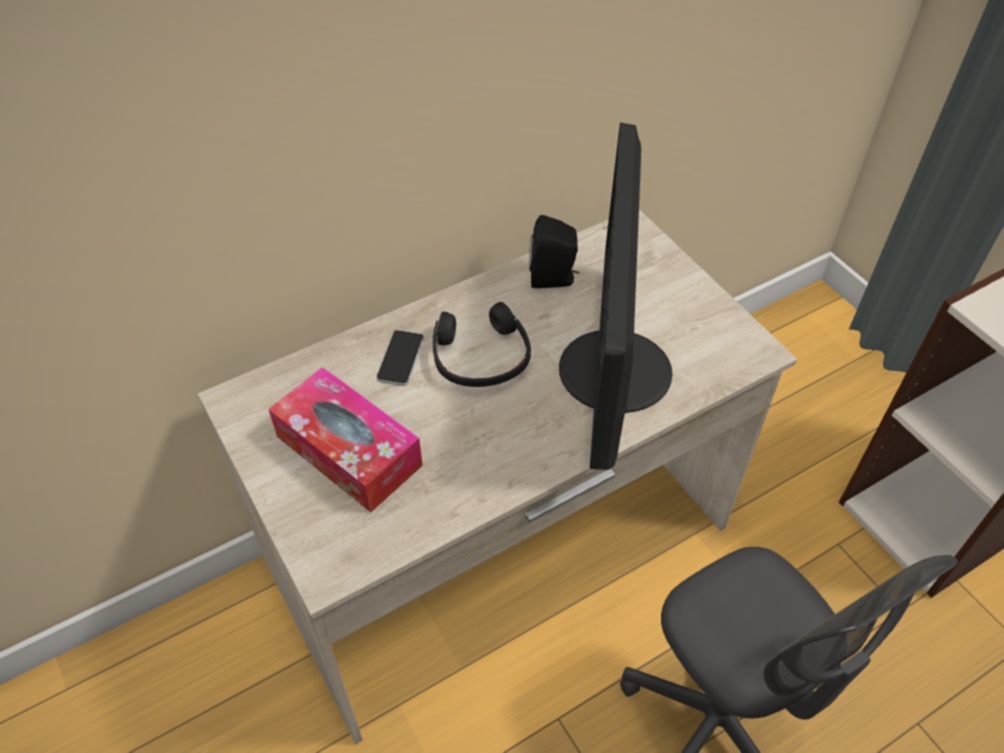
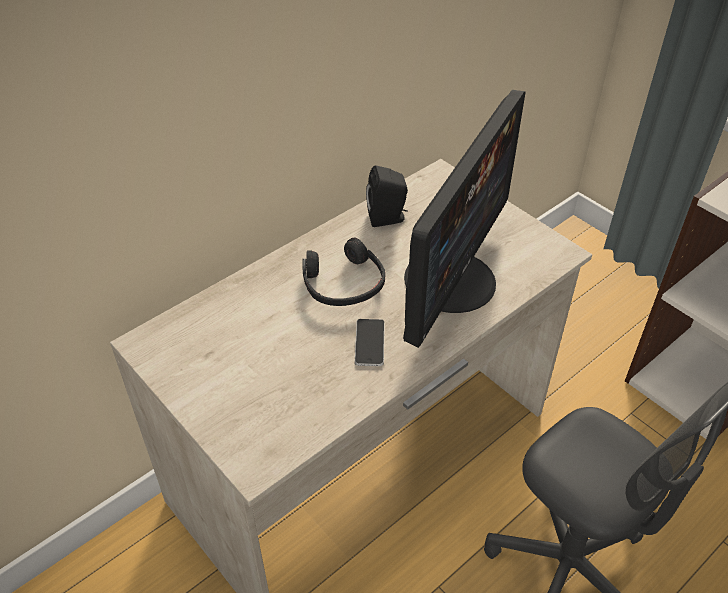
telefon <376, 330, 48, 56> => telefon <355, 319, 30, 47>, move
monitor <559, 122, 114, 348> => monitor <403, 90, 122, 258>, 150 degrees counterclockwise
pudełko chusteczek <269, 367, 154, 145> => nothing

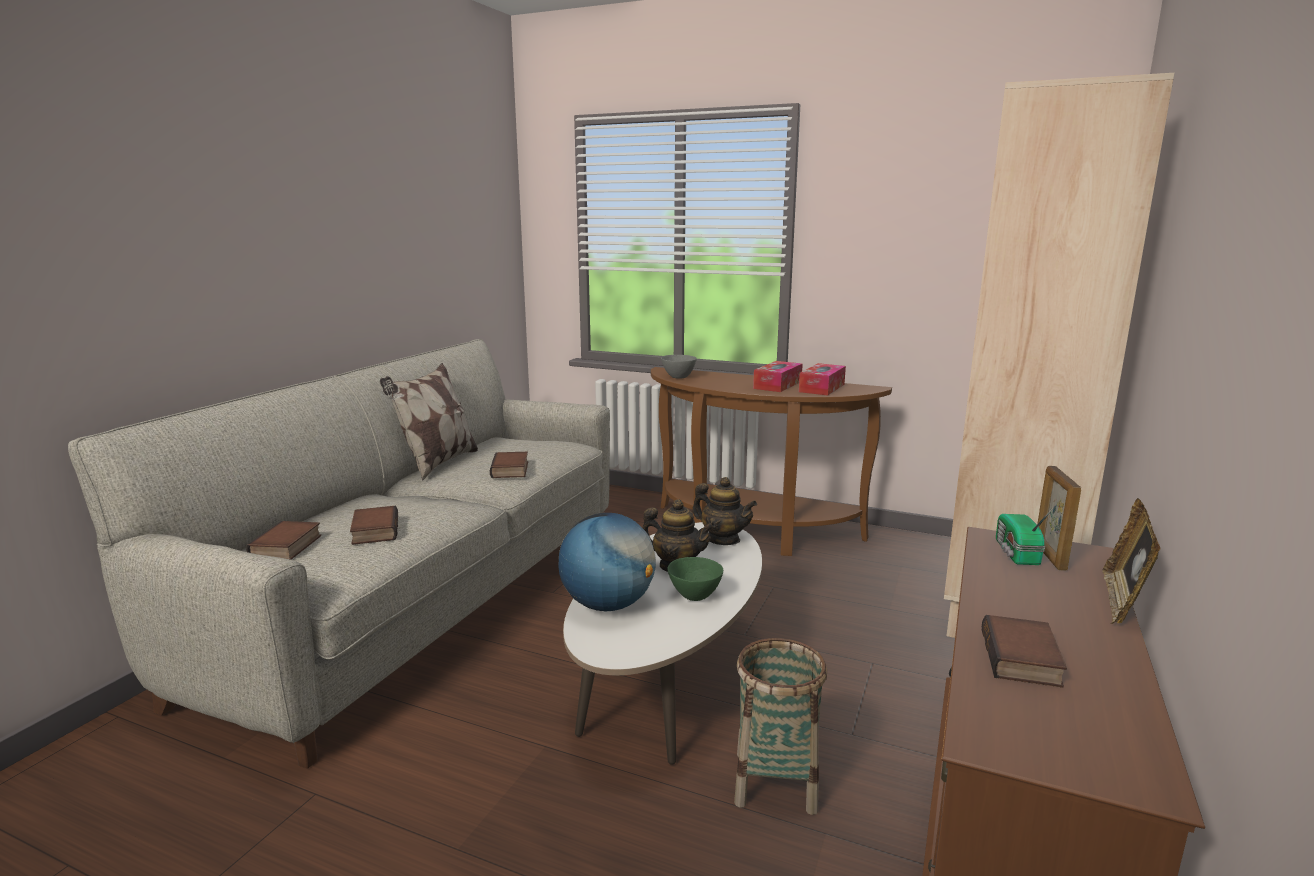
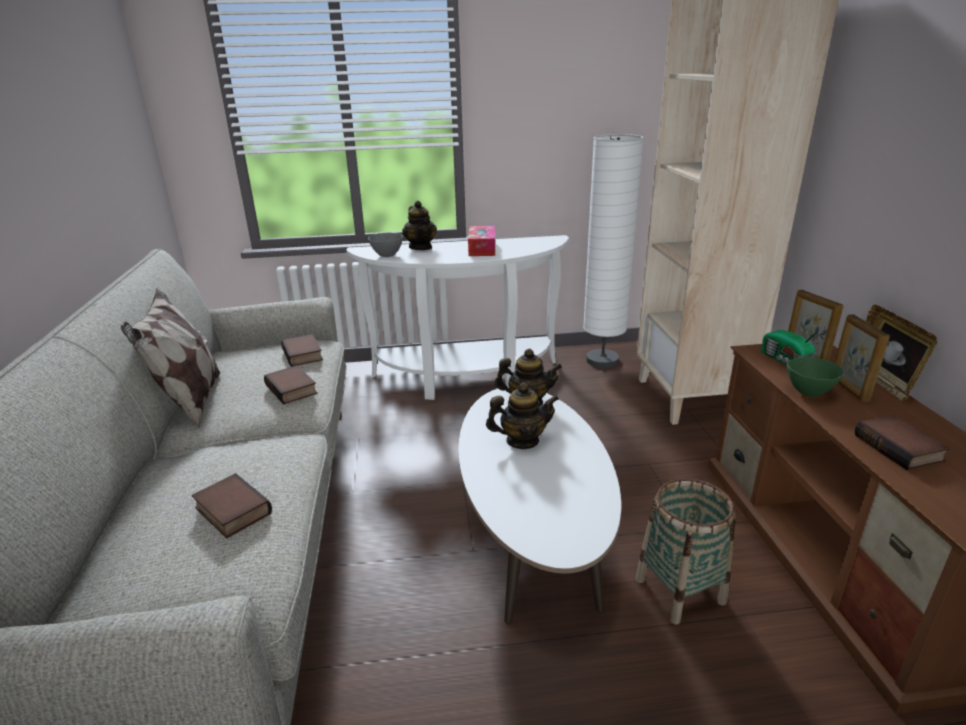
książka <246, 521, 75, 39> => książka <281, 334, 42, 33>, move
stolik konsolowy/brązowy <651, 367, 241, 189> => stolik konsolowy/biały <346, 235, 223, 165>
nothing => imbryk <402, 201, 35, 49>
nothing => lampa stojąca/biały <583, 134, 61, 234>
miska/zielony <668, 557, 55, 44> => miska/zielony <787, 357, 57, 40>, move
nothing => ramka na zdjęcie <834, 315, 56, 87>
globus <559, 513, 97, 98> => nothing
pudełko chusteczek <799, 363, 47, 33> => nothing

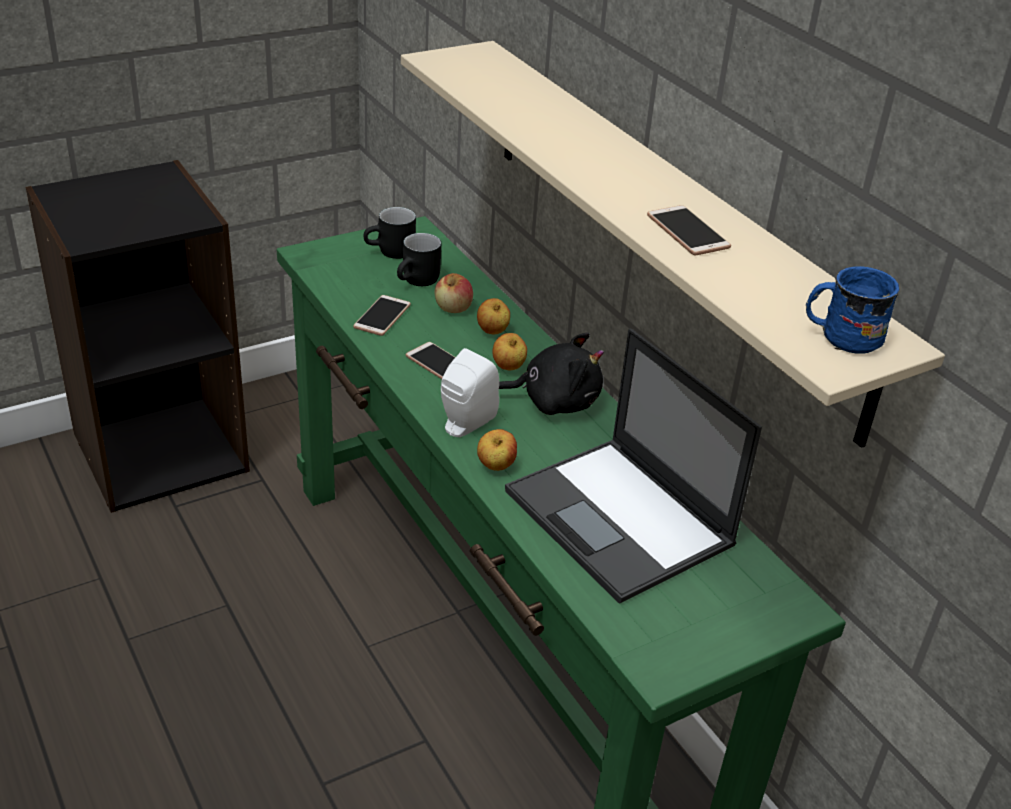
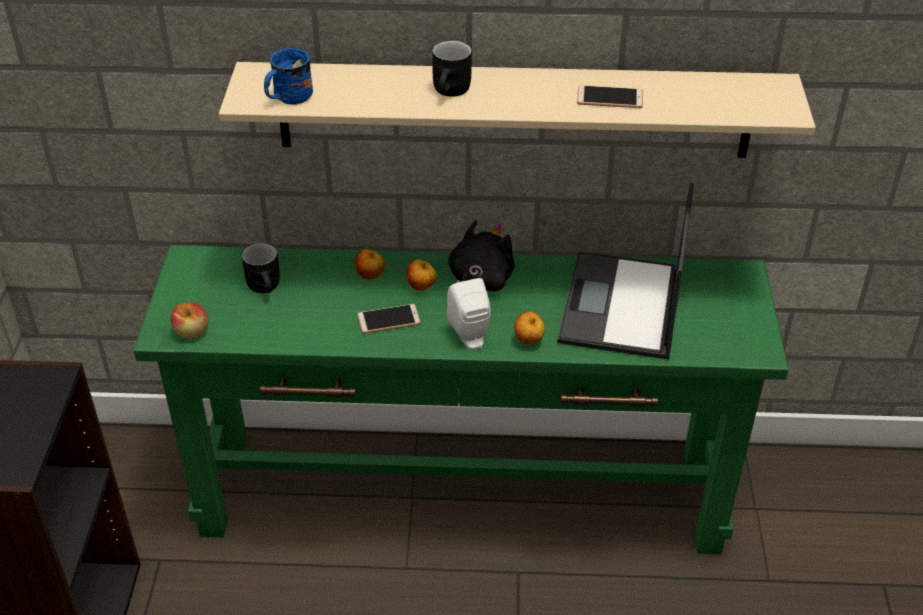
jabłko <435, 273, 38, 40> => jabłko <171, 302, 37, 37>, move
kubek/niebieski <806, 266, 94, 88> => kubek/niebieski <264, 48, 49, 58>, move
kubek/czarny <364, 207, 52, 52> => kubek/czarny <432, 41, 40, 56>, move
laptop <505, 329, 257, 275> => laptop <557, 182, 137, 178>, 105 degrees clockwise
telefon <353, 295, 58, 41> => nothing

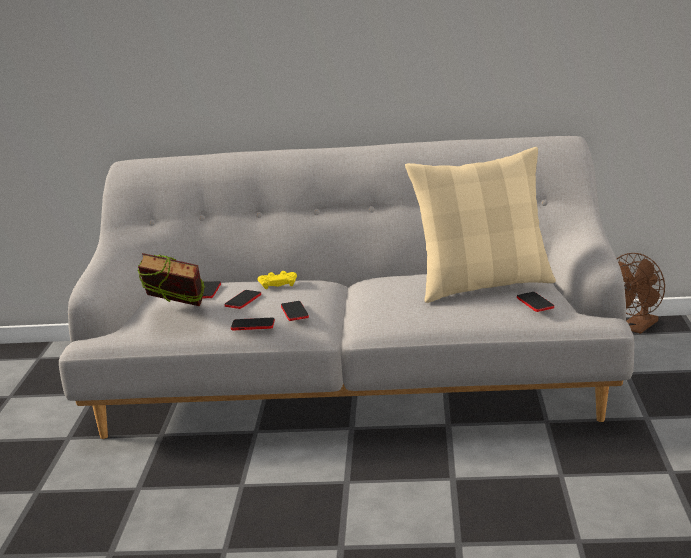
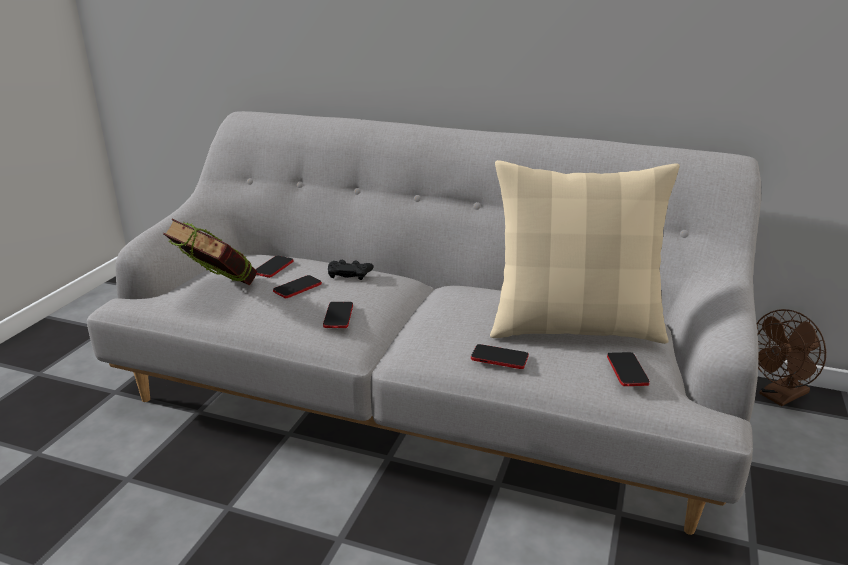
pad do gier/żółty <257, 271, 40, 18> => pad do gier/czarny <328, 260, 46, 20>
telefon <231, 318, 44, 12> => telefon <471, 344, 58, 25>, move

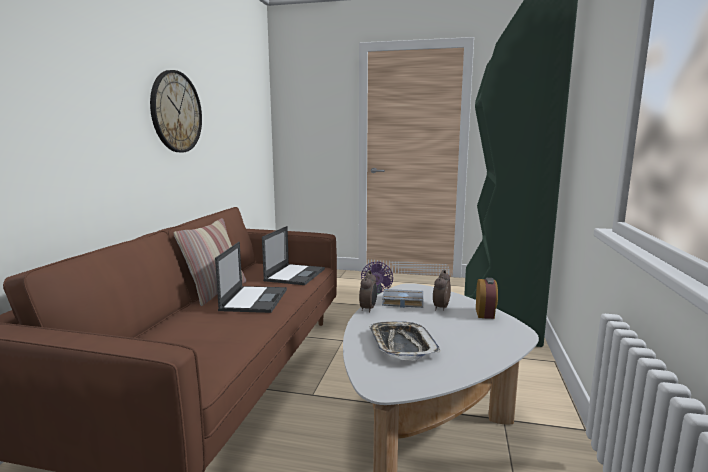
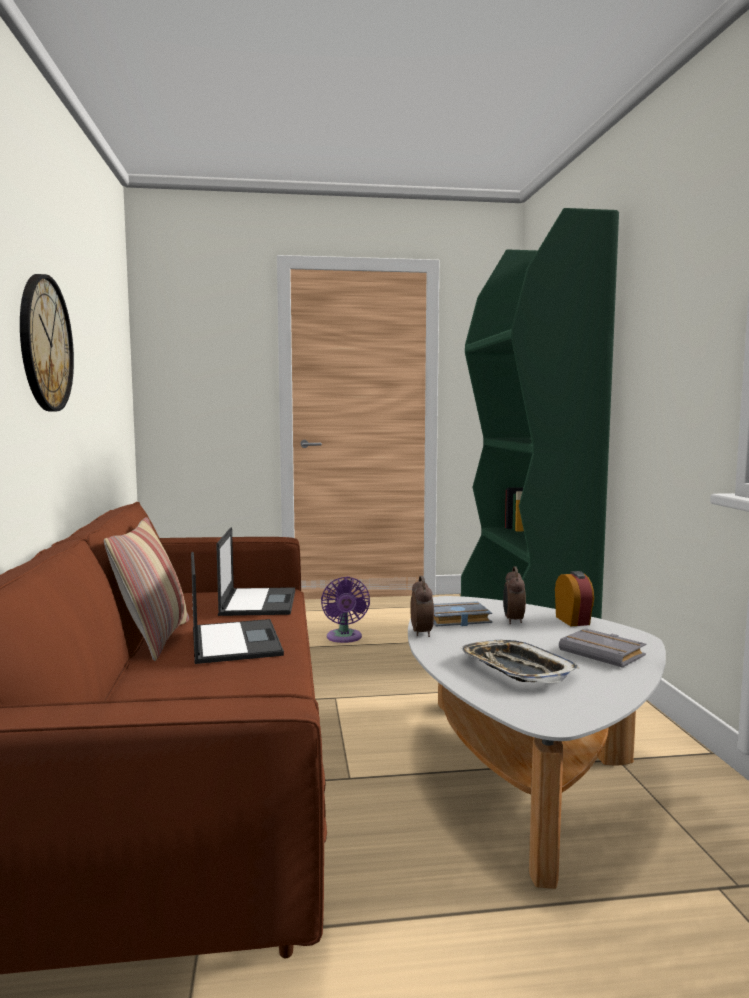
nothing => książka/szary <559, 628, 87, 40>

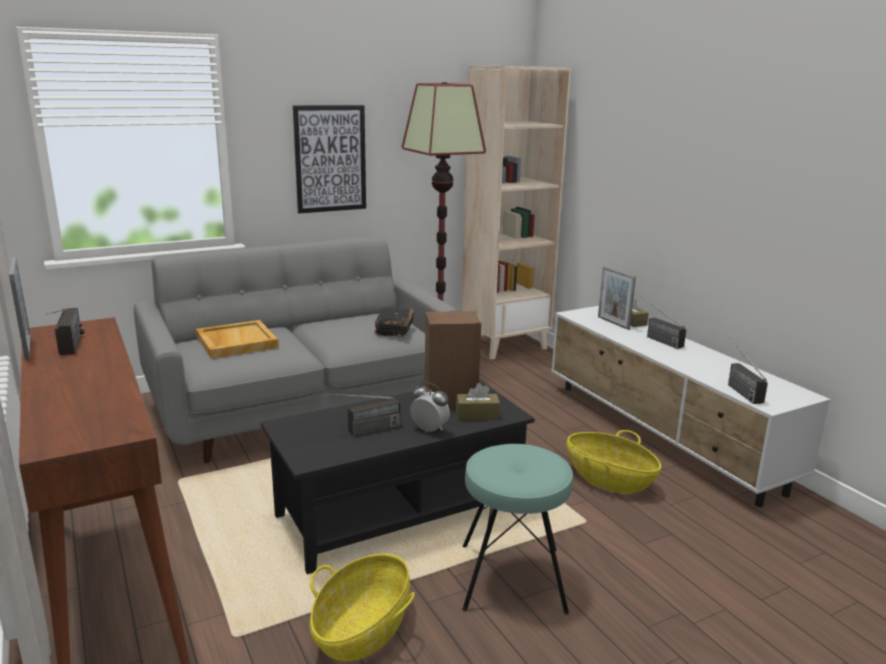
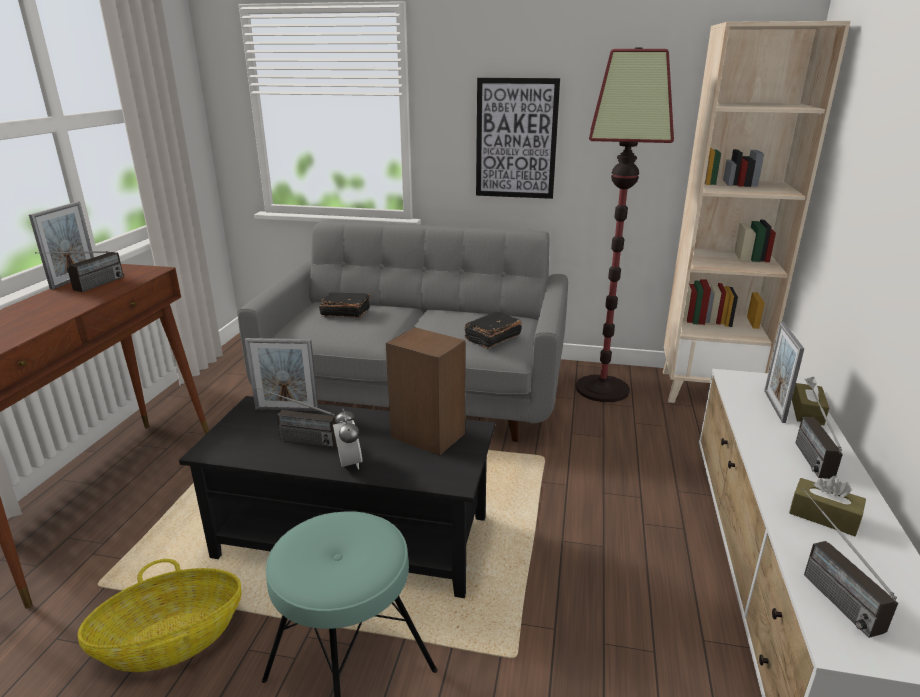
nothing => ramka na zdjęcie <245, 338, 74, 73>
taca/beżowy <196, 320, 83, 39> => książka/czarny <319, 292, 51, 26>
pudełko chusteczek/brązowy <456, 383, 44, 37> => pudełko chusteczek/brązowy <789, 476, 77, 60>, move
radio <728, 338, 40, 66> => radio <802, 488, 96, 150>, 45 degrees counterclockwise
koszyk <566, 430, 95, 63> => nothing

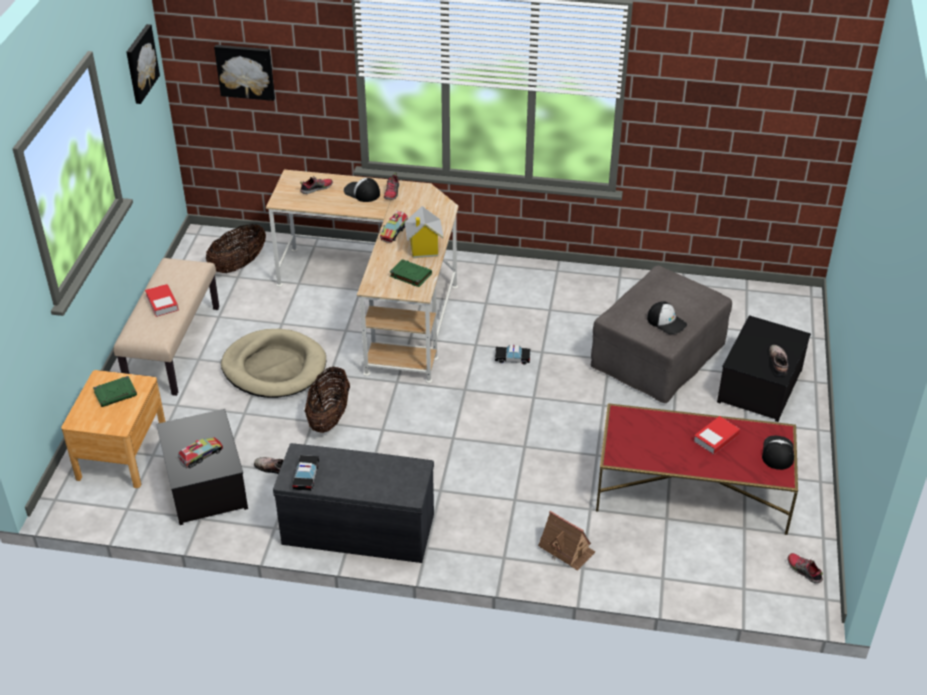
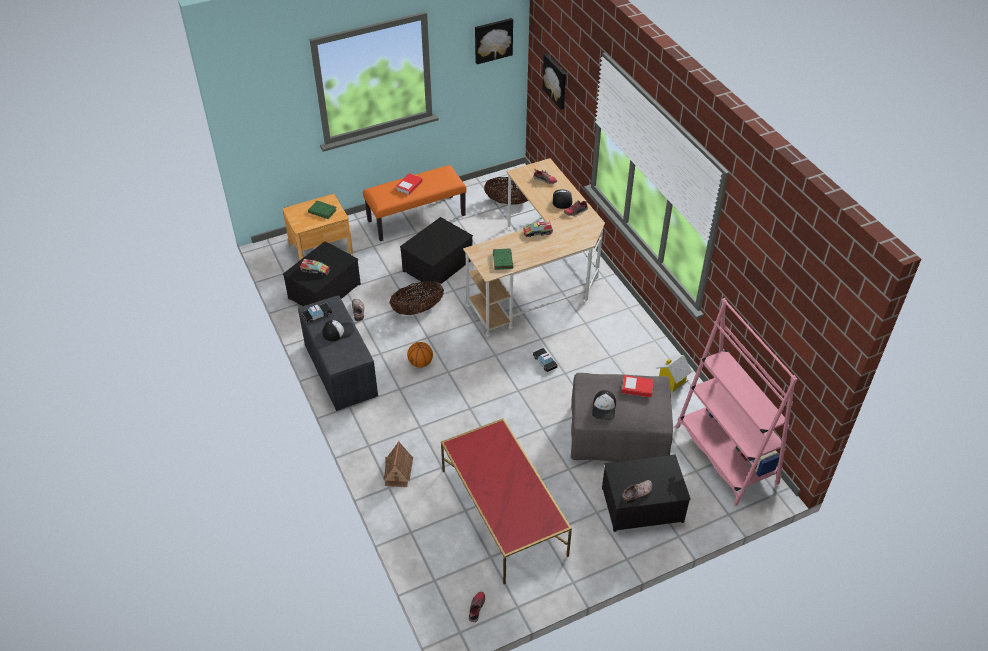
czapka z daszkiem <762, 436, 32, 34> => czapka z daszkiem <323, 320, 31, 21>, move
ławka/beżowy <113, 258, 106, 138> => ławka/pomarańczowy <363, 165, 104, 76>
legowisko/beżowy <221, 329, 105, 69> => pojemnik do przechowywania <400, 217, 73, 73>
nothing => piłka do koszykówki <407, 342, 26, 26>
książka <693, 416, 47, 39> => książka <622, 375, 32, 23>, move
domek <405, 206, 39, 52> => domek <656, 355, 36, 38>, move
nothing => regał/różowy <676, 298, 121, 208>

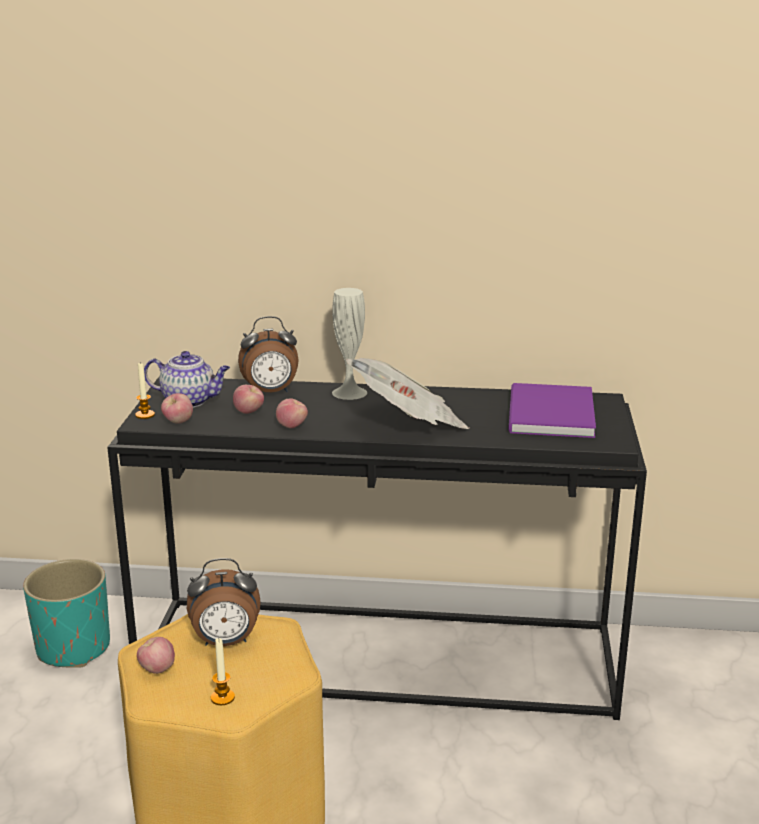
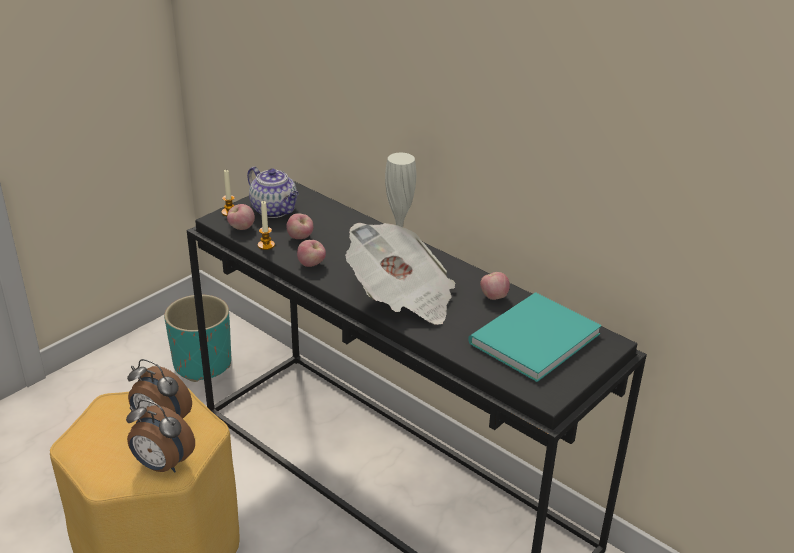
budzik <238, 316, 61, 76> => budzik <126, 399, 69, 73>, move
świeca <211, 638, 24, 67> => świeca <258, 200, 17, 50>, move
książka/fioletowy <508, 383, 88, 55> => książka/turkusowy <468, 292, 134, 90>
jabłko <137, 637, 38, 37> => jabłko <480, 272, 30, 28>, move

